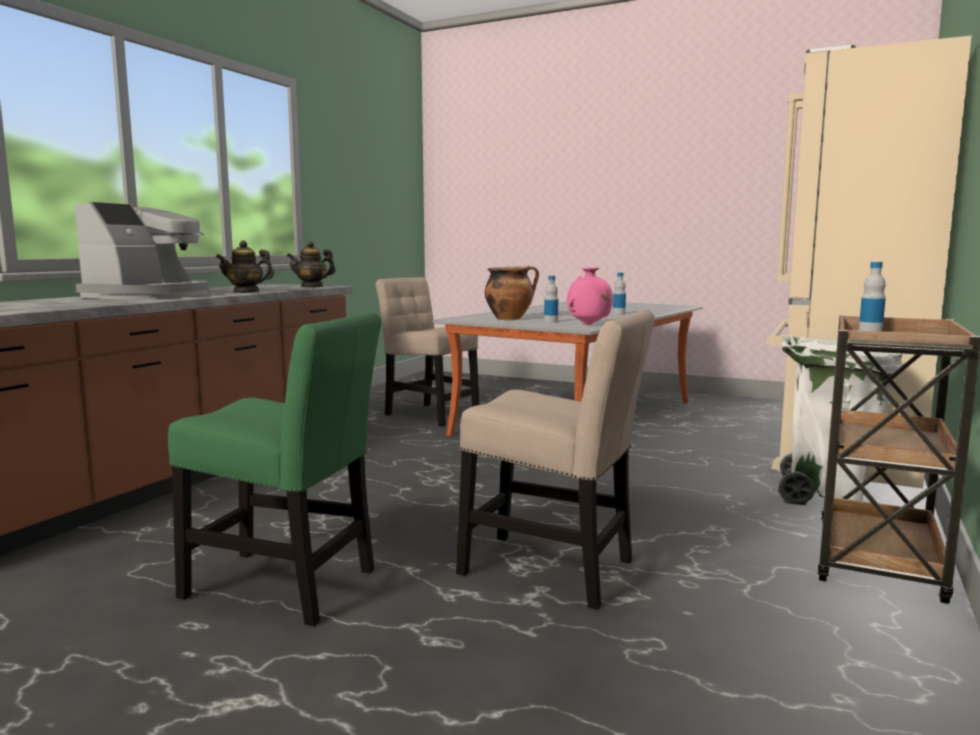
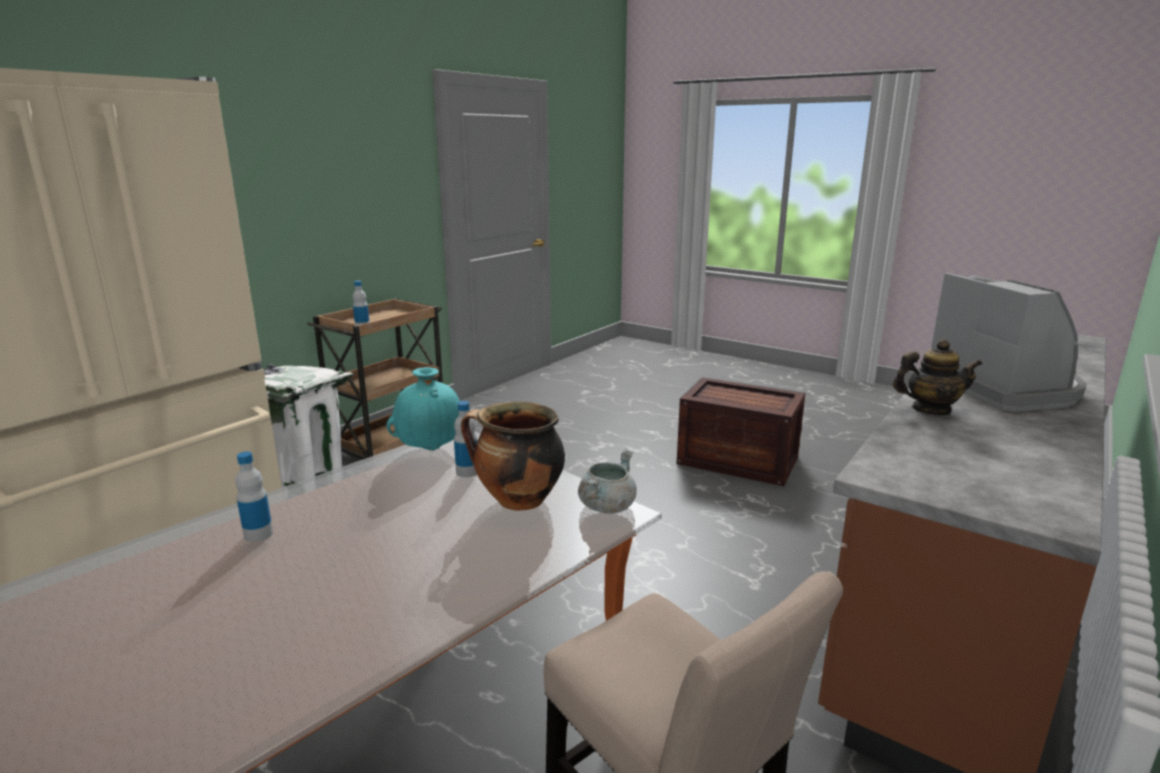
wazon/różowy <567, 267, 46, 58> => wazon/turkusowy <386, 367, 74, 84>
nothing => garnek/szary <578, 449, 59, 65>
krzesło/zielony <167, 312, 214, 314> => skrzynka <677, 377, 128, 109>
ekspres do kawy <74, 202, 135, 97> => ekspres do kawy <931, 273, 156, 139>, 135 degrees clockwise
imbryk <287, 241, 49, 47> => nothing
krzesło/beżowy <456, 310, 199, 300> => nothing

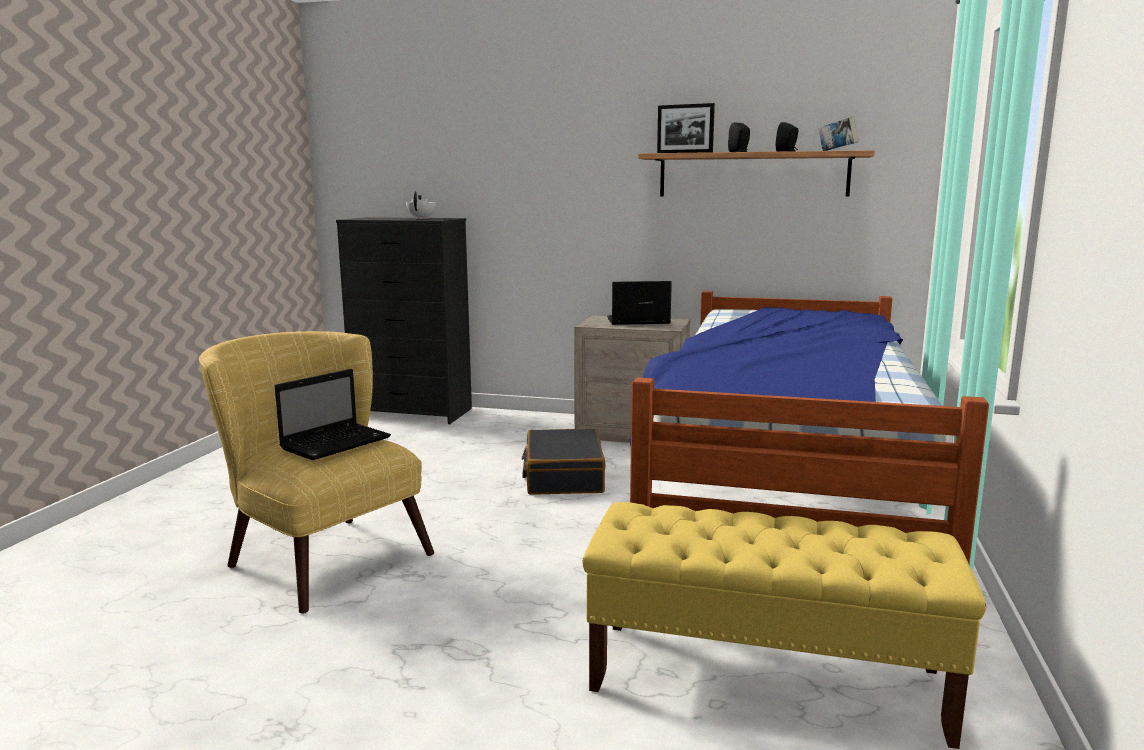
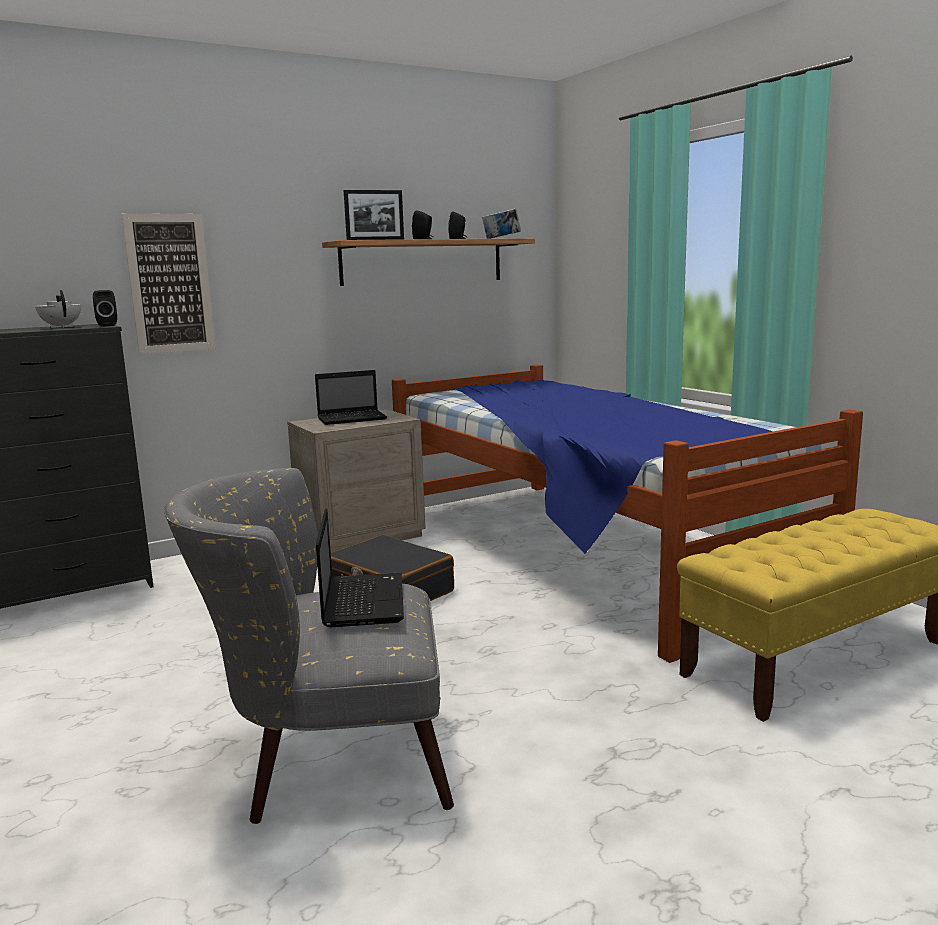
nothing => głośnik/czarny <93, 290, 24, 37>
nothing => obraz <122, 213, 94, 141>
fotel/żółty <199, 331, 235, 283> => fotel/szary <164, 468, 290, 356>
laptop <607, 281, 65, 44> => laptop <315, 370, 72, 55>, 150 degrees counterclockwise

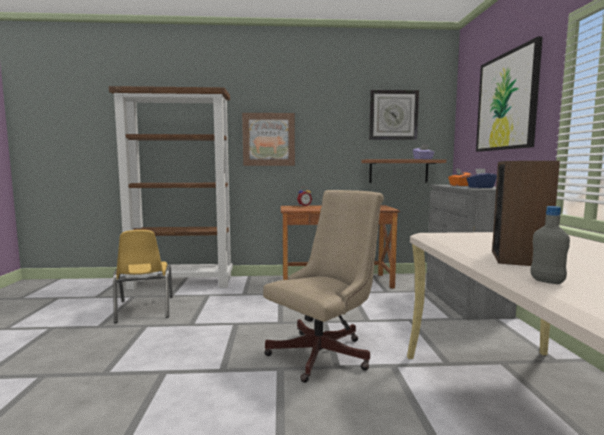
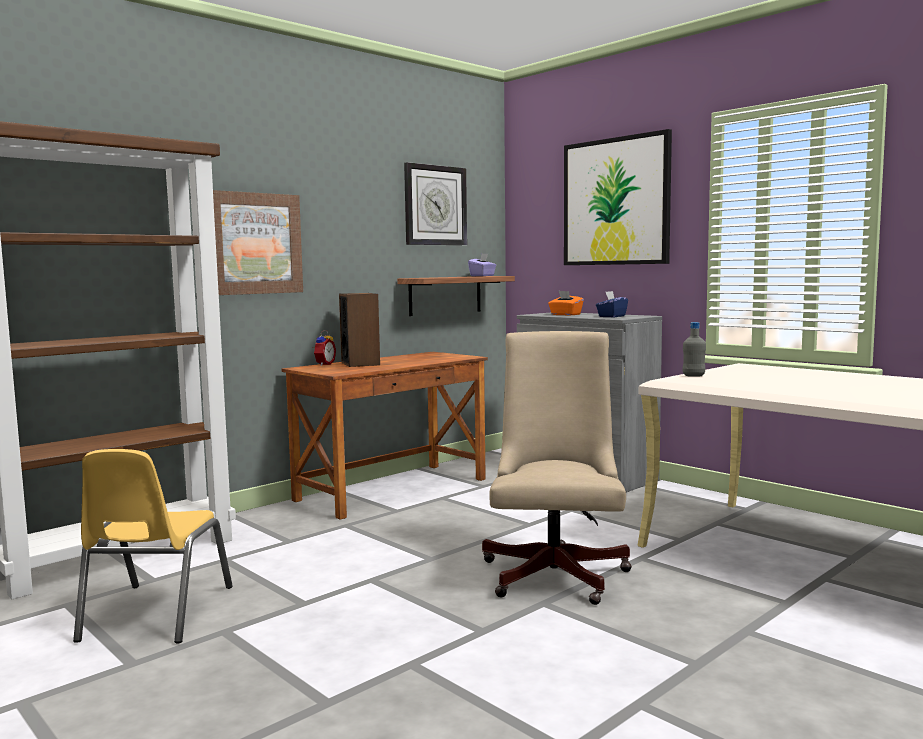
krzesło/żółty <113, 230, 60, 93> => krzesło/żółty <73, 449, 160, 194>, 60 degrees clockwise
głośnik <492, 161, 68, 105> => głośnik <339, 293, 41, 74>, move
butelka/szary <530, 206, 40, 78> => butelka/szary <682, 322, 24, 55>, move

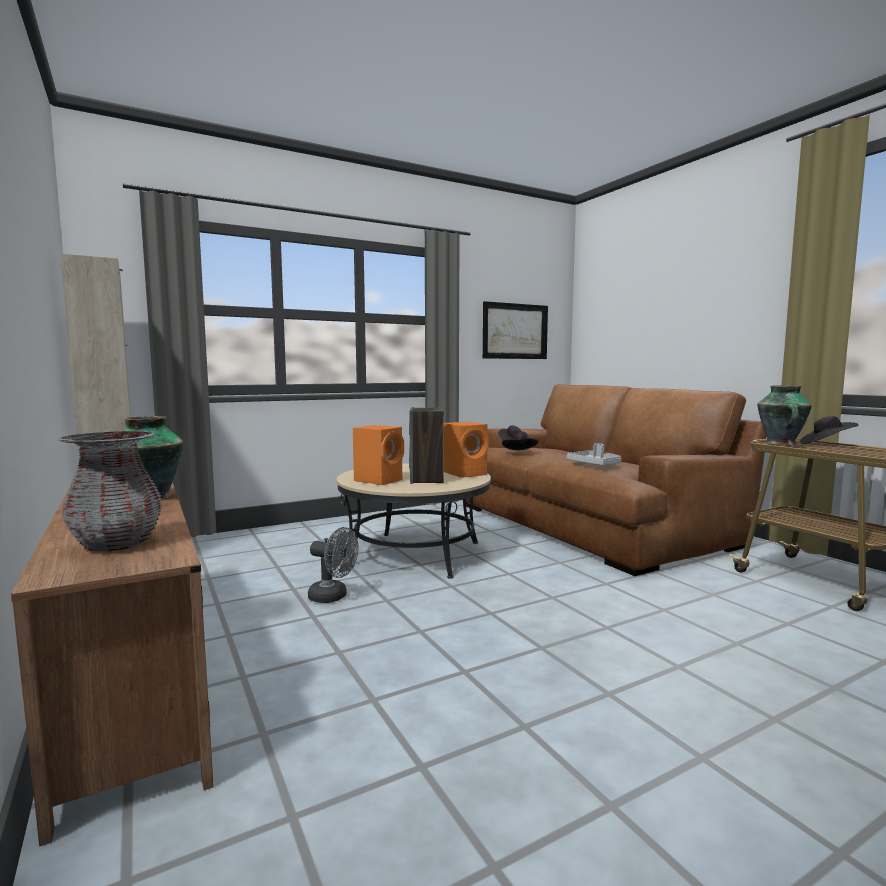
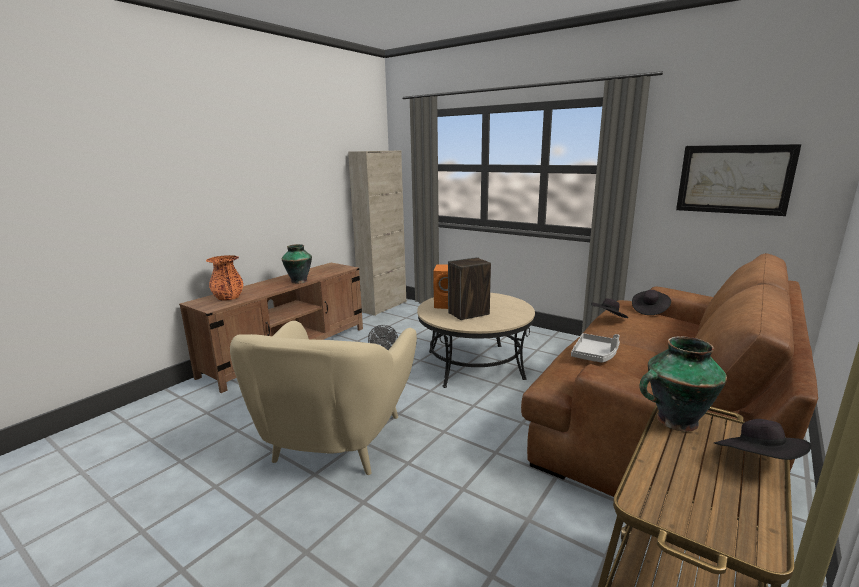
wazon/szary <58, 431, 104, 120> => wazon/pomarańczowy <206, 255, 37, 46>
nothing => fotel/beżowy <230, 321, 187, 154>
głośnik/pomarańczowy <444, 422, 45, 56> => nothing

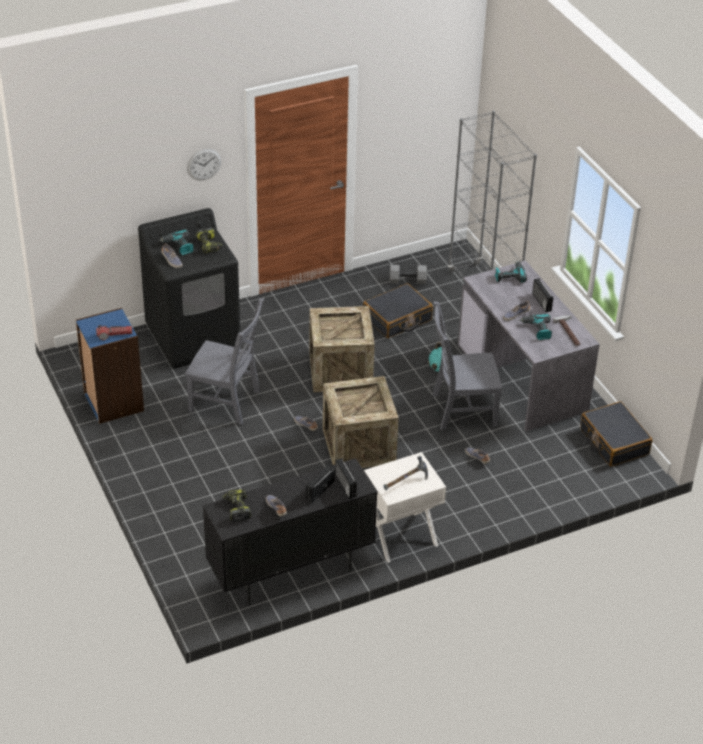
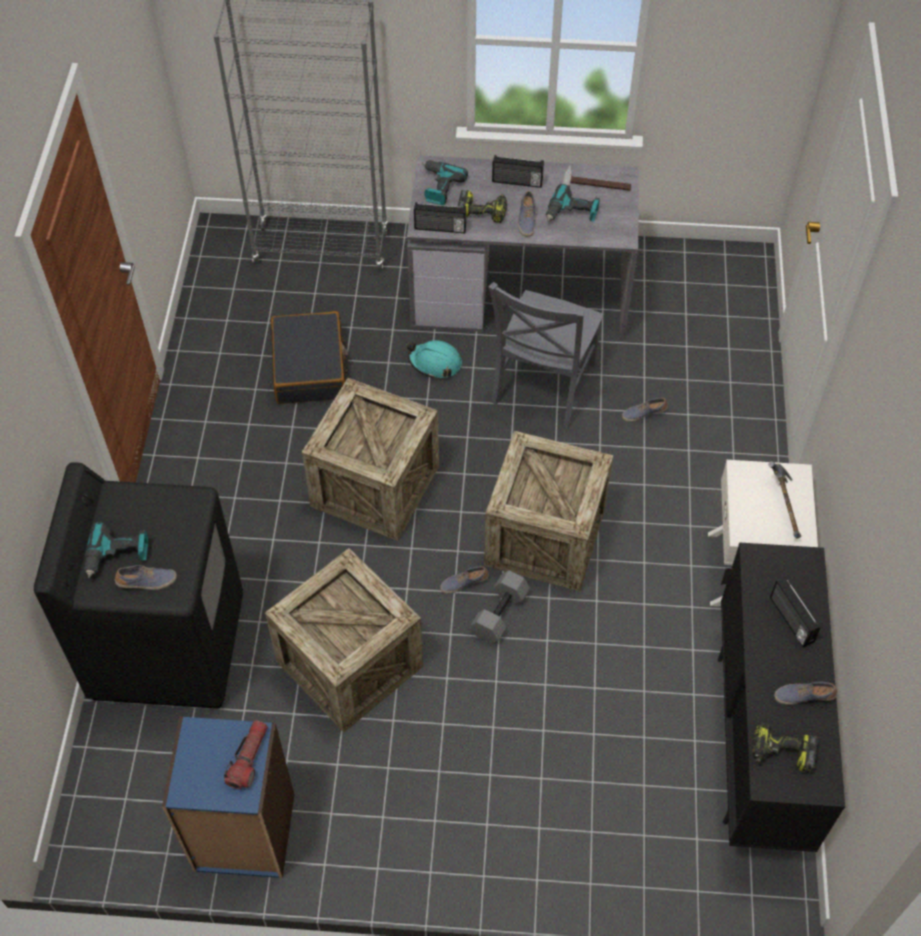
krzesło/szary <185, 298, 79, 127> => skrzynka <265, 548, 158, 185>
radio <335, 458, 22, 41> => radio <414, 202, 52, 31>, move
wiertarka <196, 228, 27, 25> => wiertarka <458, 189, 49, 34>, move
hantel/szary <390, 265, 37, 19> => hantel/szary <470, 570, 60, 74>, move
zegar ścienny <187, 149, 34, 32> => nothing
walizka/czarny <580, 401, 72, 65> => nothing

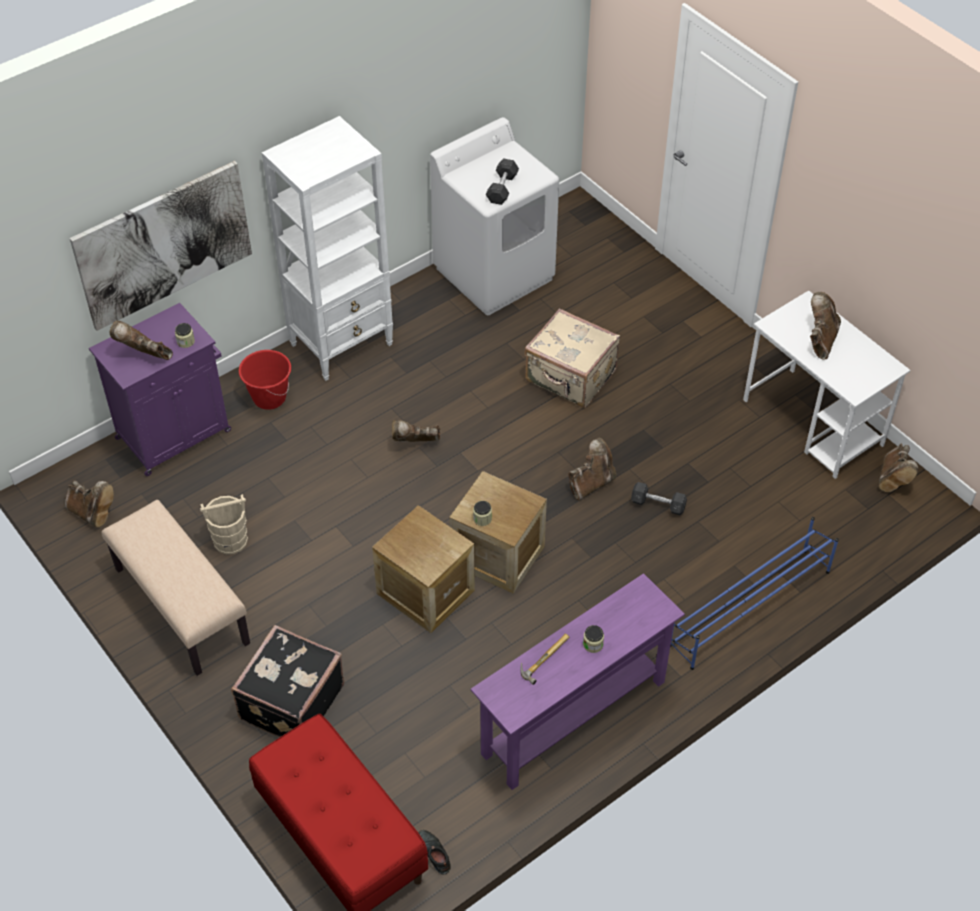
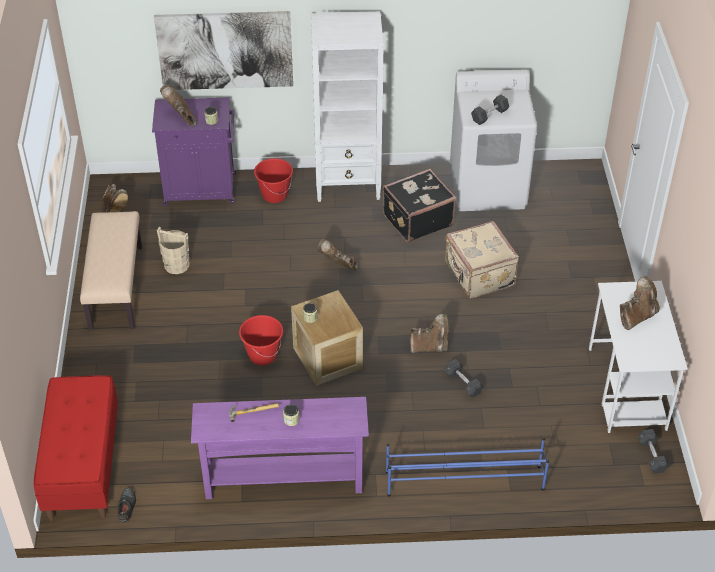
skrzynka <372, 505, 103, 128> => wiadro/czerwony <239, 315, 44, 51>
walizka/czarny <231, 625, 113, 113> => walizka/czarny <383, 169, 73, 73>, move
but z cholewką/brązowy <879, 443, 39, 49> => hantel/szary <637, 429, 33, 45>

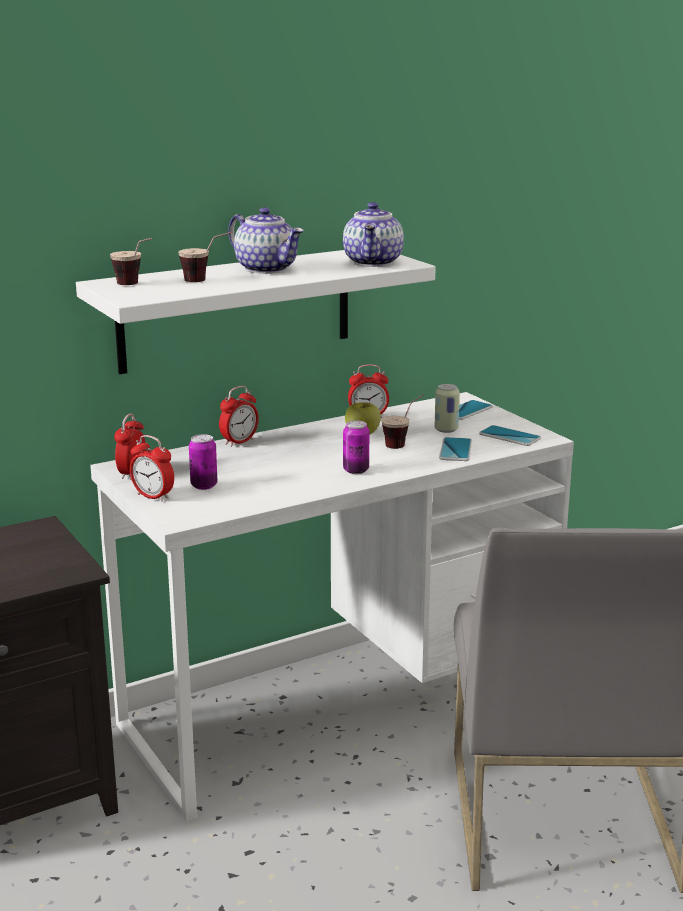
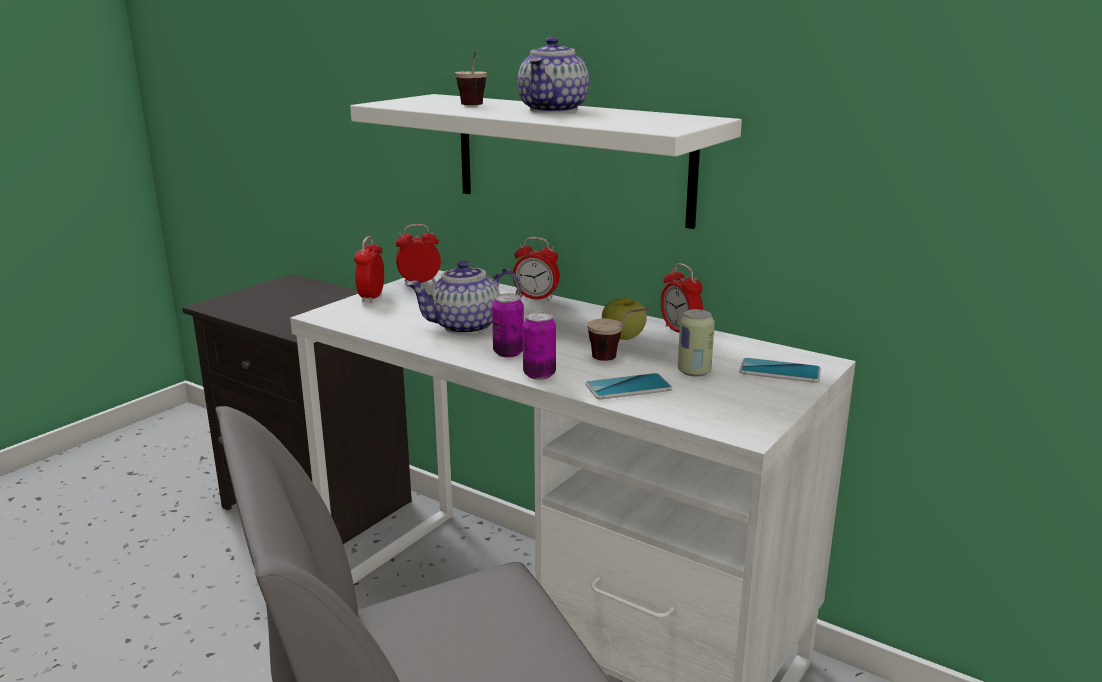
imbryk <343, 202, 61, 65> => imbryk <406, 261, 115, 74>, move
puszka <189, 434, 28, 56> => puszka <523, 312, 33, 68>, move
filiżanka <110, 238, 42, 47> => nothing
telefon <479, 425, 62, 21> => nothing

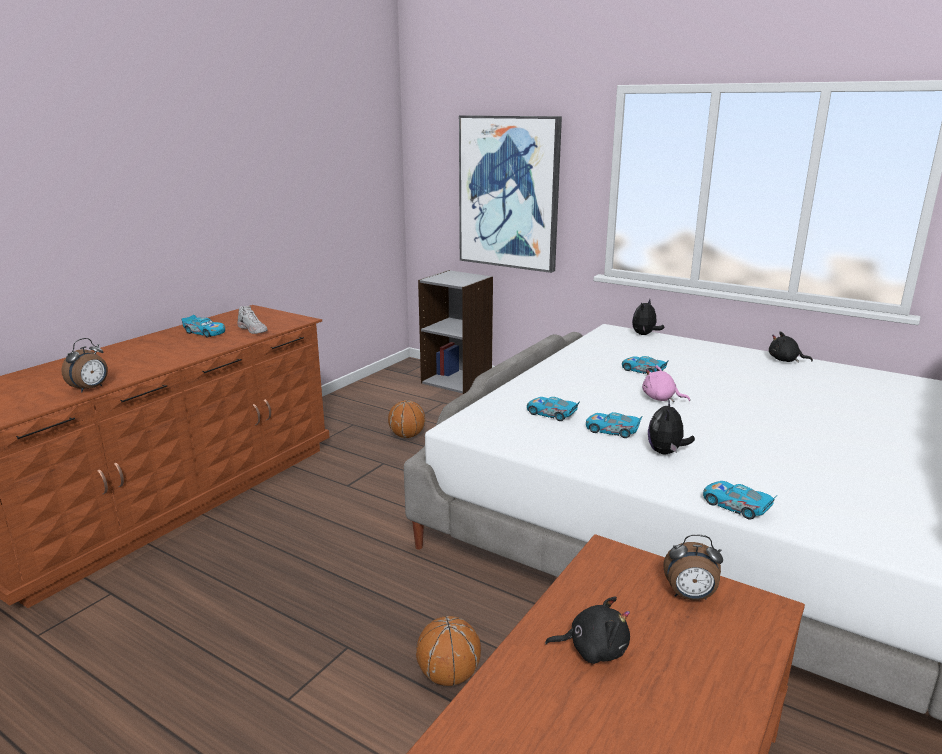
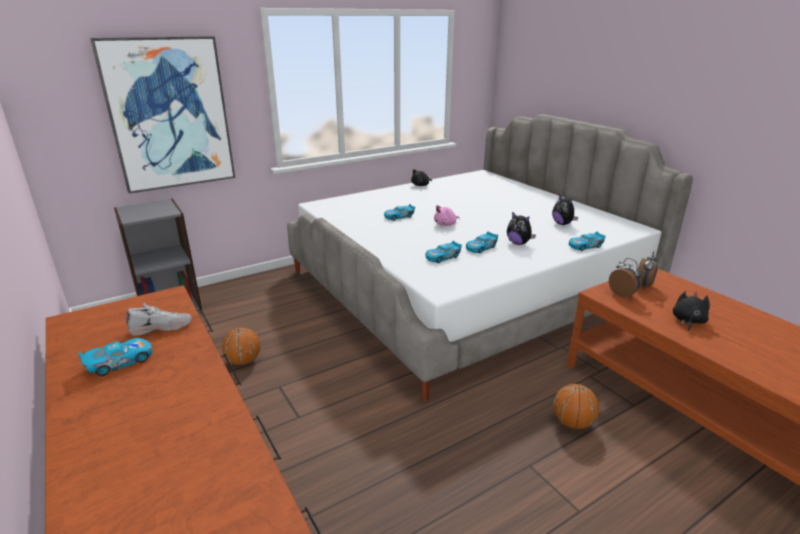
pluszak <632, 299, 33, 36> => pluszak <552, 195, 26, 30>, move
budzik <61, 338, 47, 55> => budzik <609, 258, 34, 40>, move

